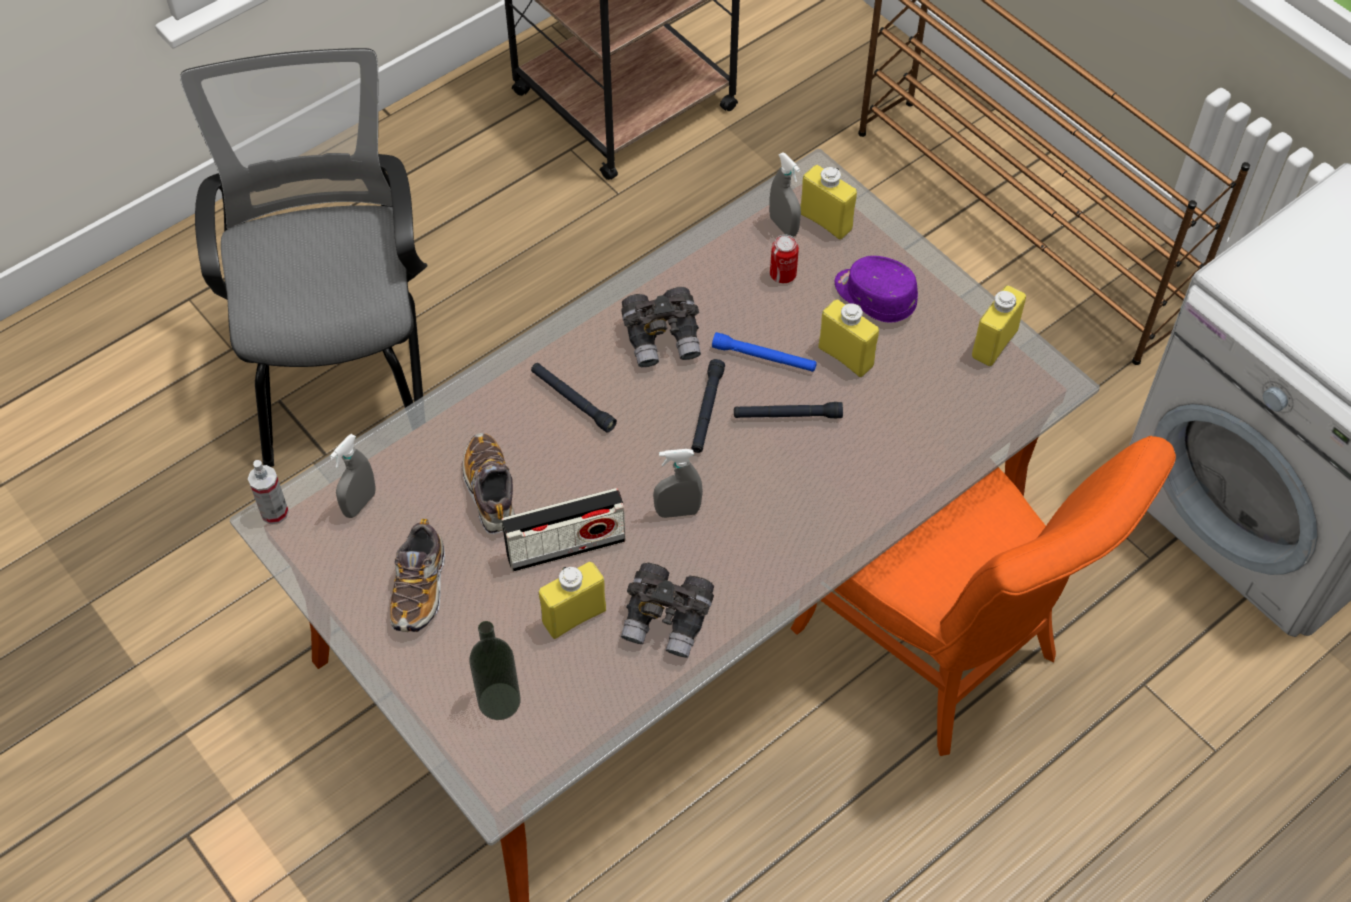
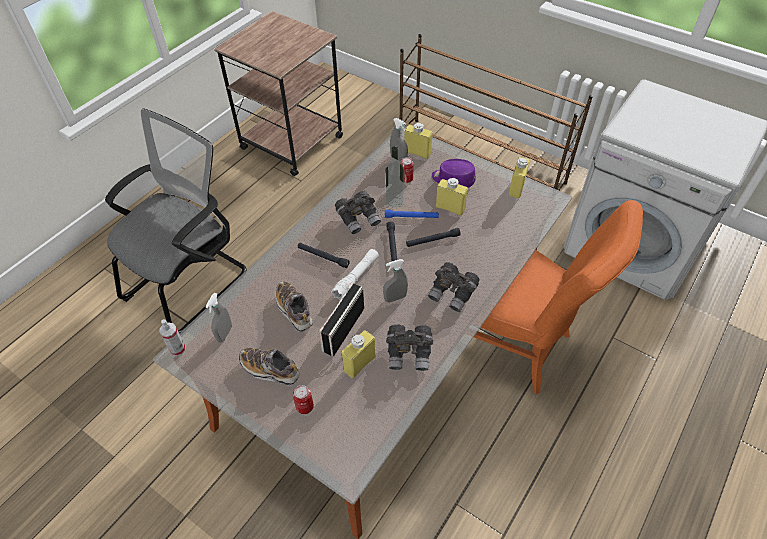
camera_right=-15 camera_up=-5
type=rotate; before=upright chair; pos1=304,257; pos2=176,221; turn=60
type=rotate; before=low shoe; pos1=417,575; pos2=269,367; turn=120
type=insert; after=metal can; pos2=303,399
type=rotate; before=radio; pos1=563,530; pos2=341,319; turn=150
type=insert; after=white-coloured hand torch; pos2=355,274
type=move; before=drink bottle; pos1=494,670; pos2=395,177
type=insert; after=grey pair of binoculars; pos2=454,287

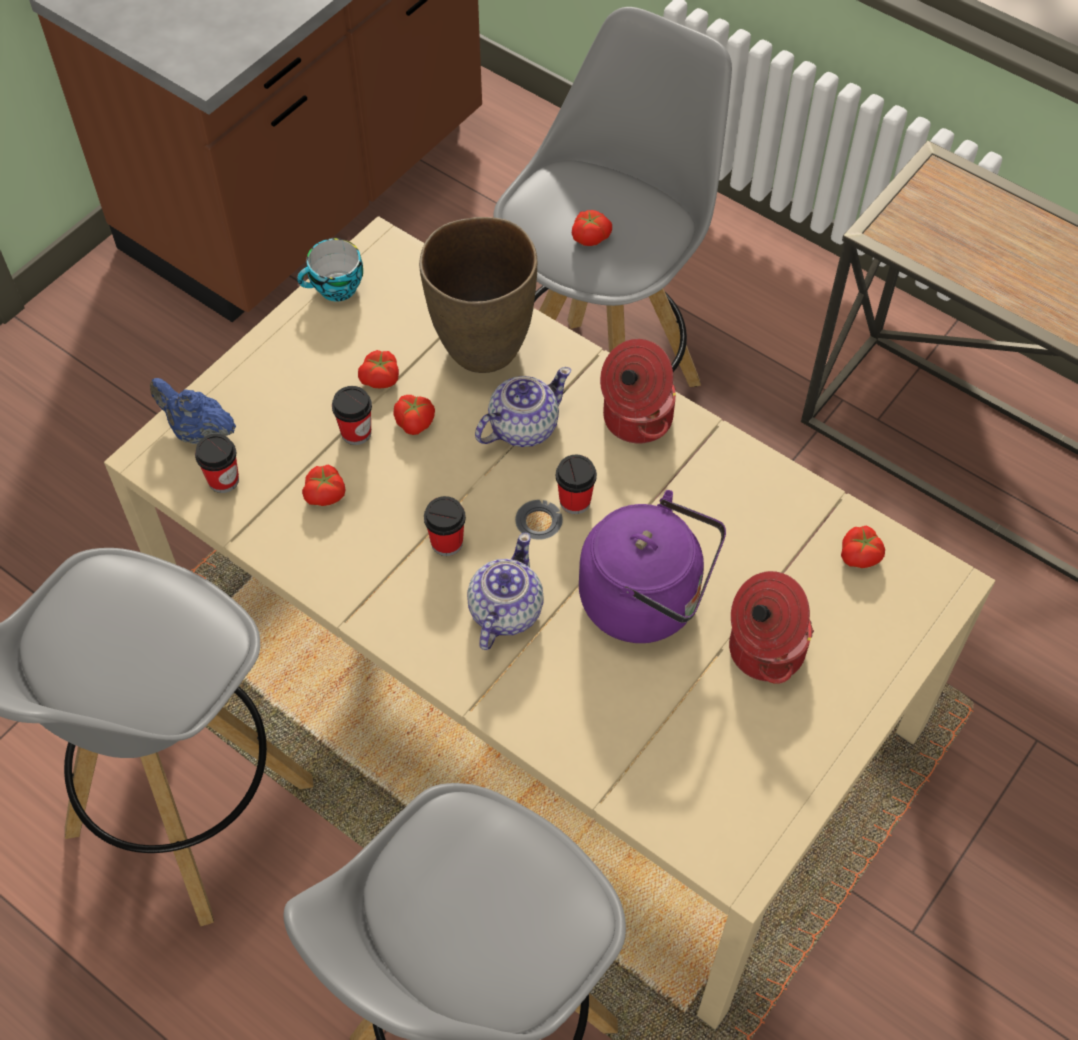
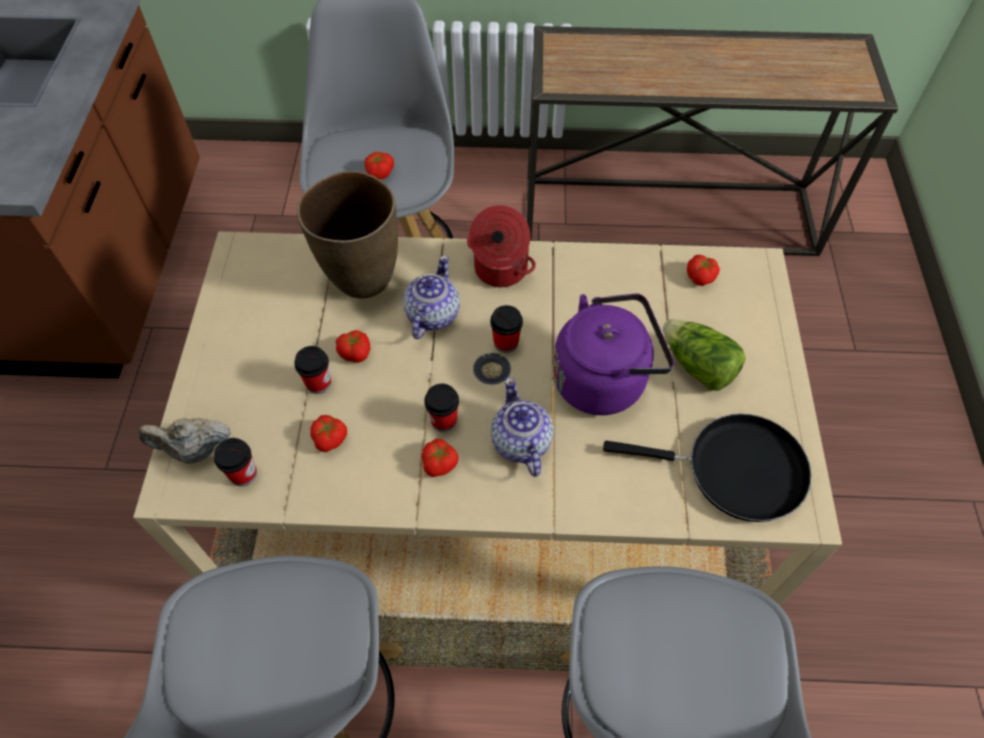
camera_right=-35 camera_up=0
type=recolor; before=bluish teapot; after=beige-coloured teapot; pos1=193,411; pos2=184,441
type=move; before=tomato; pos1=378,369; pos2=440,457
type=insert; after=blackish pan; pos2=707,468
type=replace; before=cooking pot; after=lettuce head; pos1=771,627; pos2=704,355
type=delete; before=cup; pos1=330,269

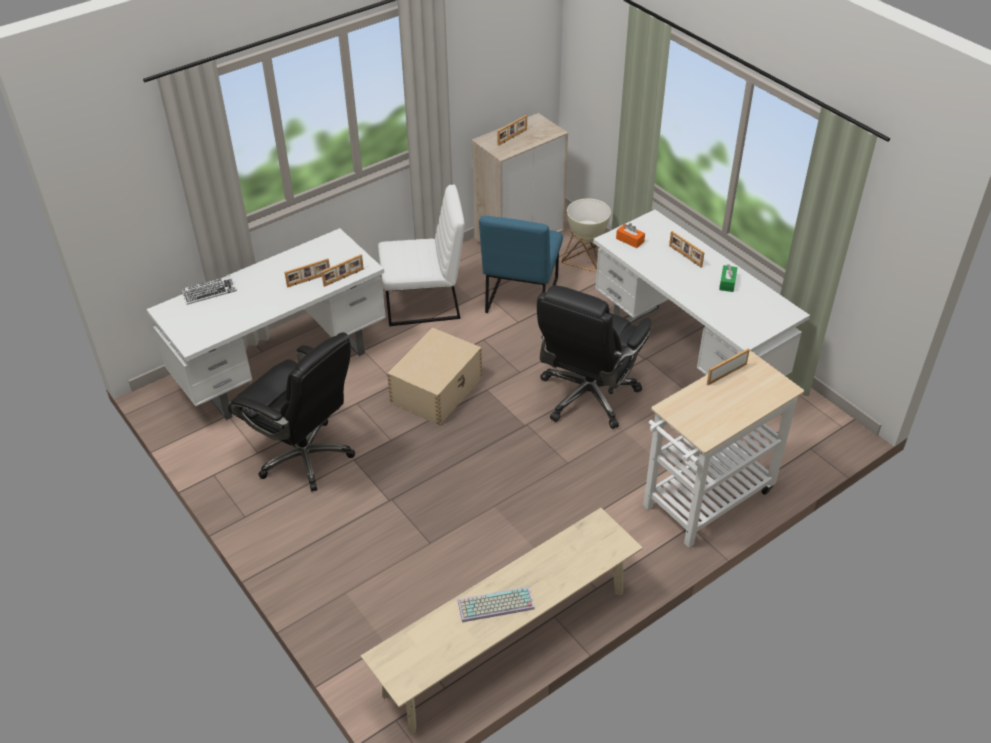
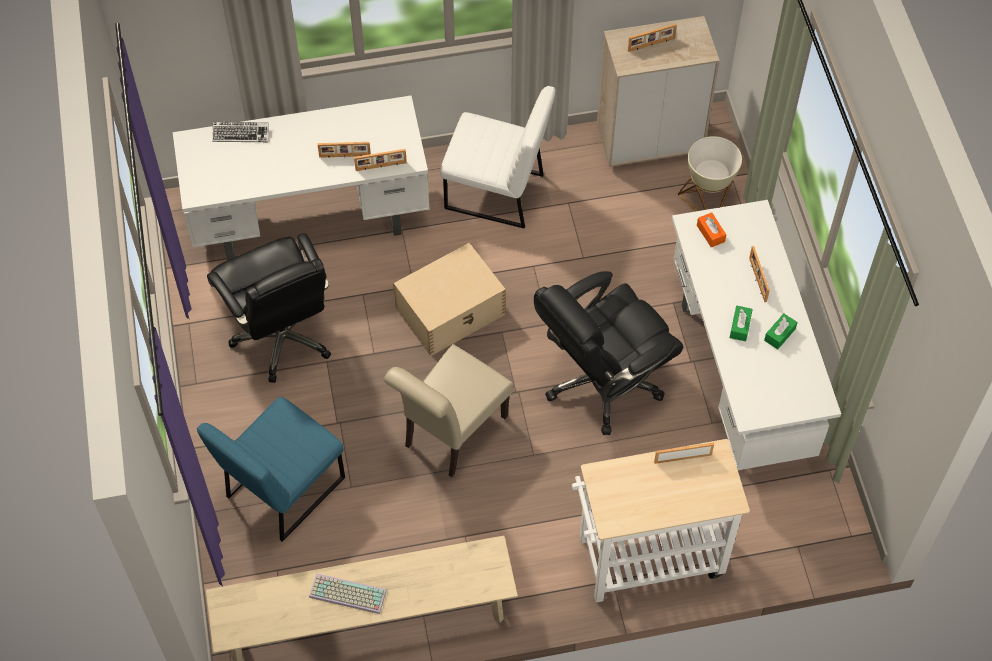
camera_right=25 camera_up=15
type=move; before=bluish upright chair; pos1=521,264; pos2=271,469
type=insert; after=beige-coloured upright chair; pos2=448,410
type=insert; after=green-coloured tissue holder; pos2=741,323

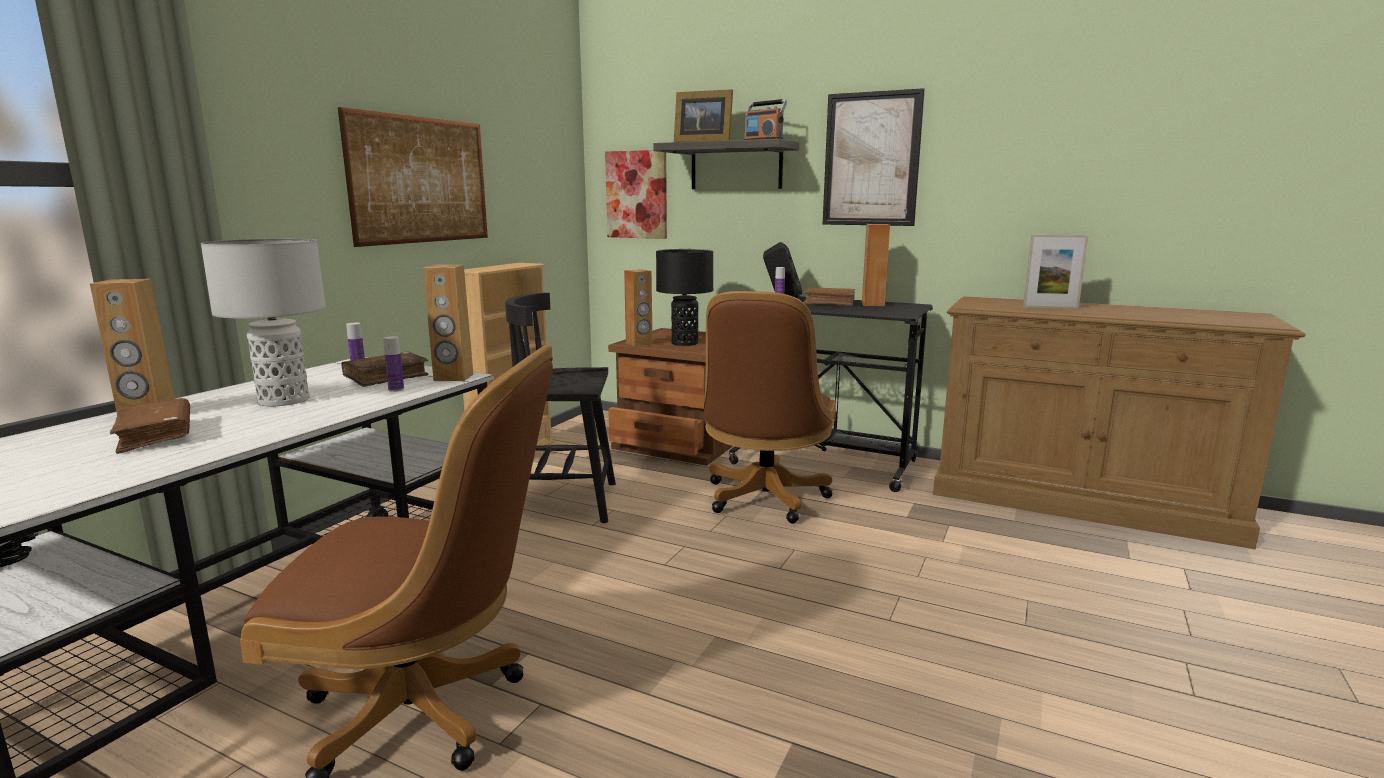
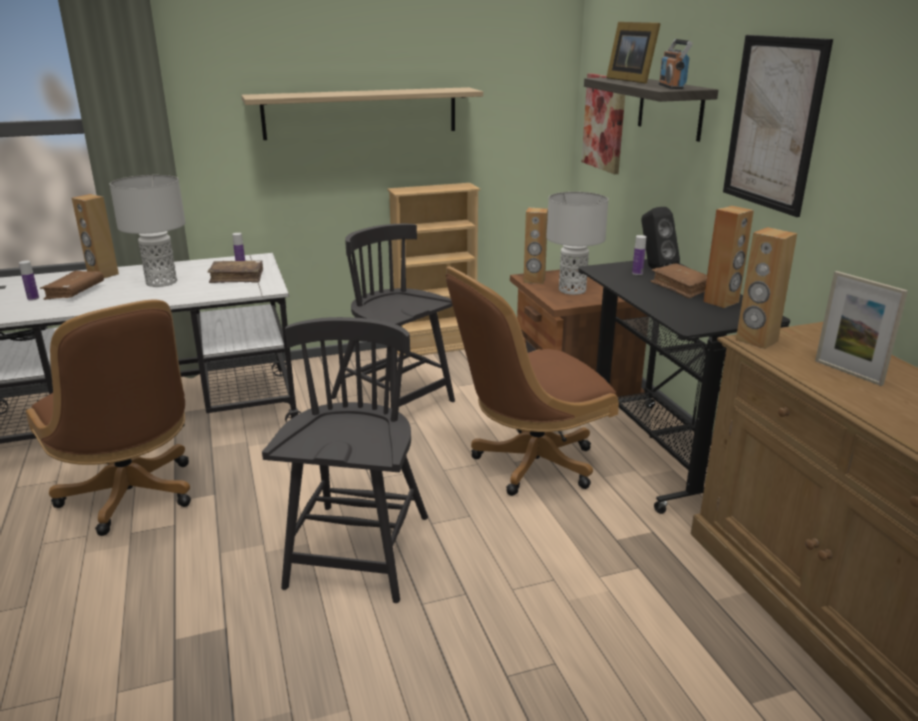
camera_right=45 camera_up=10
type=move; before=drink bottle; pos1=393,364; pos2=29,280
type=replace; before=wall picture; after=wall shelf; pos1=413,177; pos2=362,113
type=insert; after=blackish upright chair; pos2=345,460
type=recolor; before=blackish lamp for a table; after=white-coloured lamp for a table; pos1=684,297; pos2=577,243
type=move; before=brownish speaker; pos1=448,323; pos2=766,288

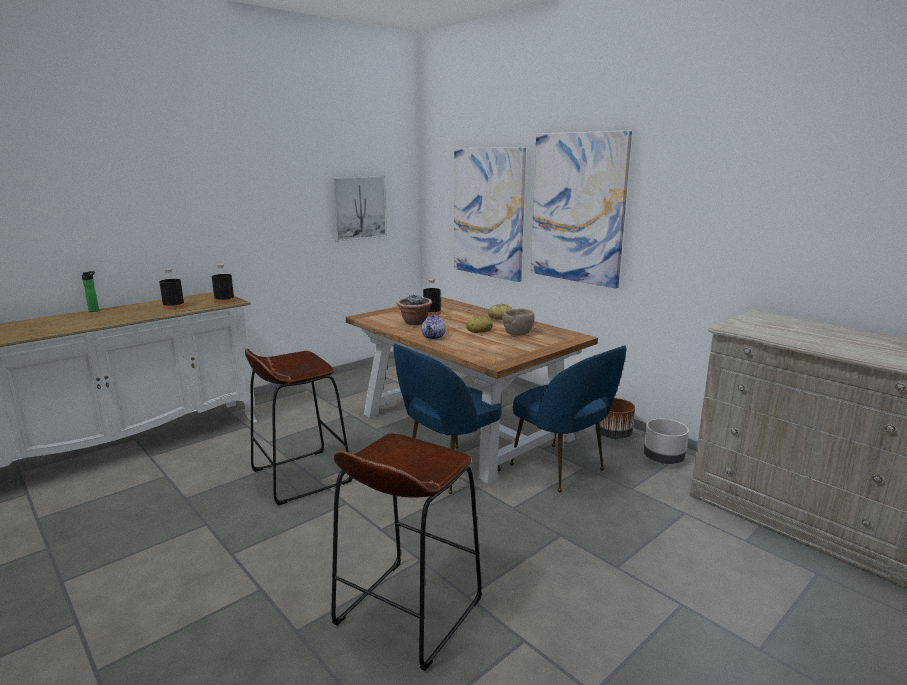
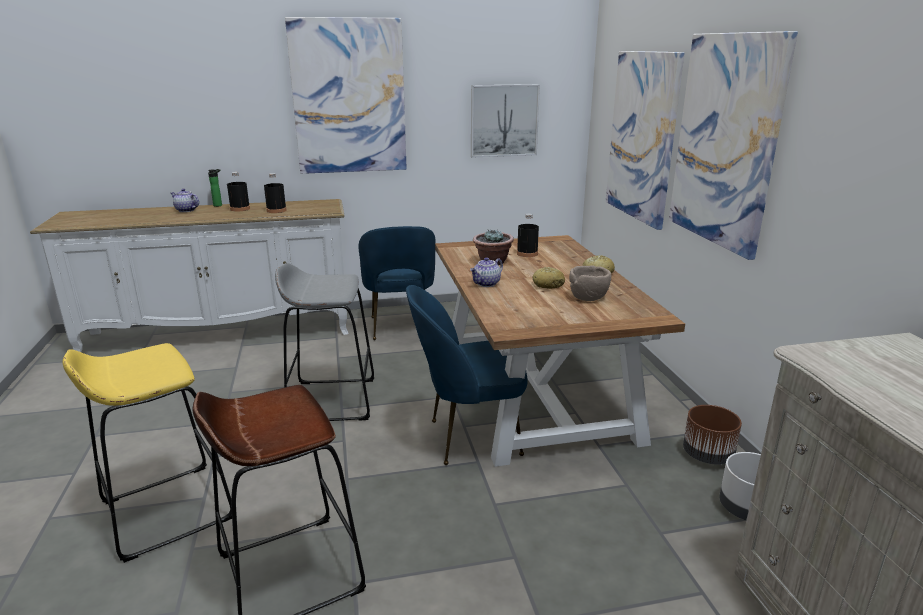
camera_right=30 camera_up=5
type=insert; after=yellow-coloured sitting stool; pos2=147,453
type=insert; after=teapot; pos2=185,200
type=move; before=blackish drink bottle; pos1=223,283; pos2=238,191
type=recolor; before=brownish sitting stool; after=grey sitting stool; pos1=299,426; pos2=324,342
type=insert; after=wall picture; pos2=346,95
type=move; before=bluish upright chair; pos1=568,418; pos2=397,283

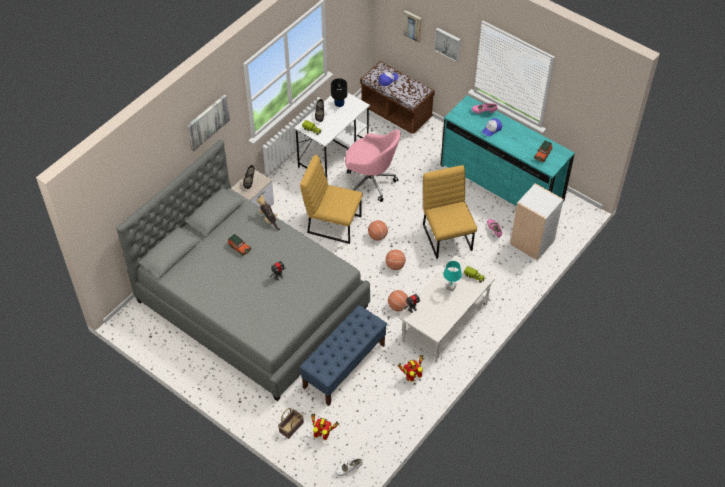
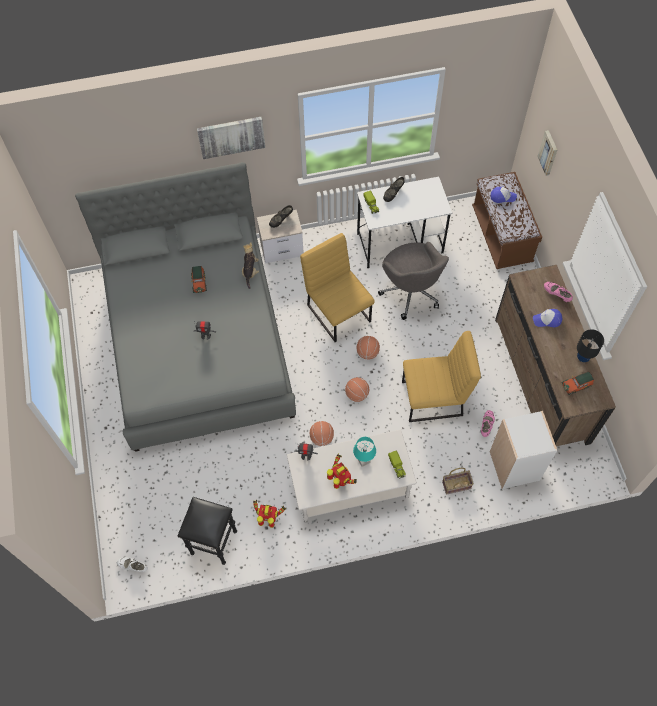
camera_right=40 camera_up=10
type=insert; after=blackish sitting stool; pos2=207,531
type=move; before=toy robot; pos1=325,426; pos2=342,471
type=recolor; before=pink computer chair; after=grey computer chair; pos1=373,165; pos2=413,281
type=rotate; before=yellow-coloured upright chair; pos1=450,212; pos2=441,376; turn=60
type=move; before=basket; pos1=291,423; pos2=458,481
type=recolor; before=blue-green chest of drawers; after=brownish chest of drawers; pos1=507,150; pos2=555,355
type=move; before=blackish lamp for a table; pos1=339,92; pos2=590,345
type=delete; before=bluish indoor bench; pos1=343,355
type=delete; before=wall picture; pos1=447,44

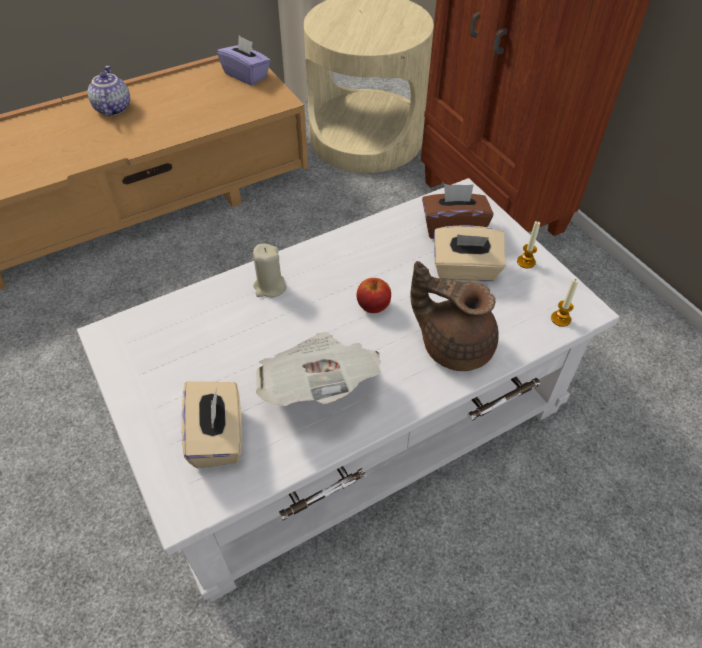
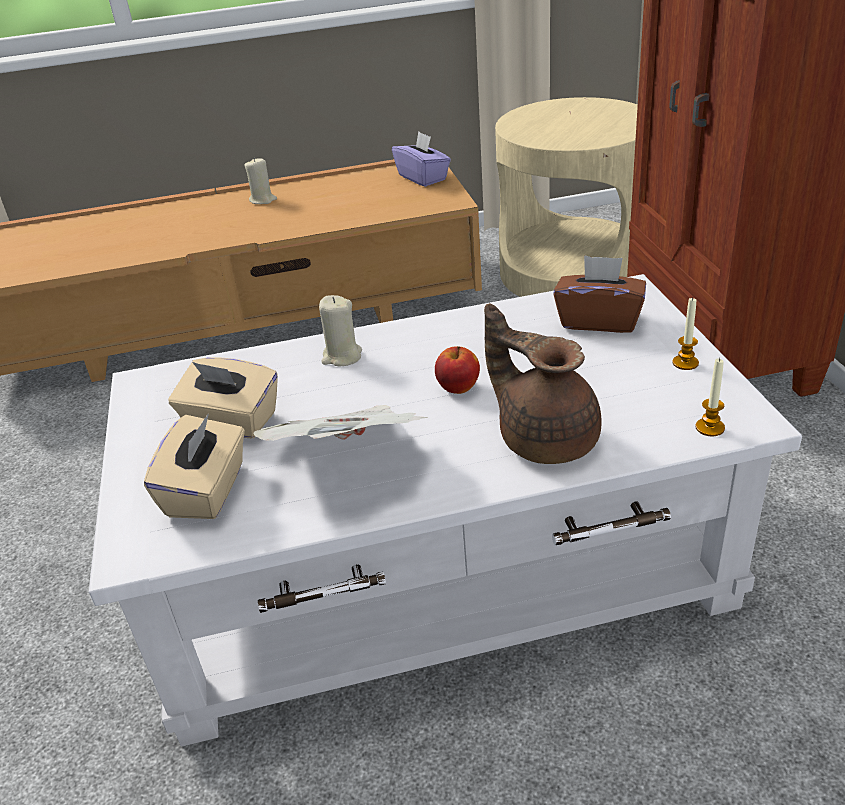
camera_right=20 camera_up=-15
type=move; before=beige-coloured tissue holder; pos1=469,254; pos2=223,397
type=replace; before=teapot; after=beige-coloured wax light; pos1=109,91; pos2=260,180

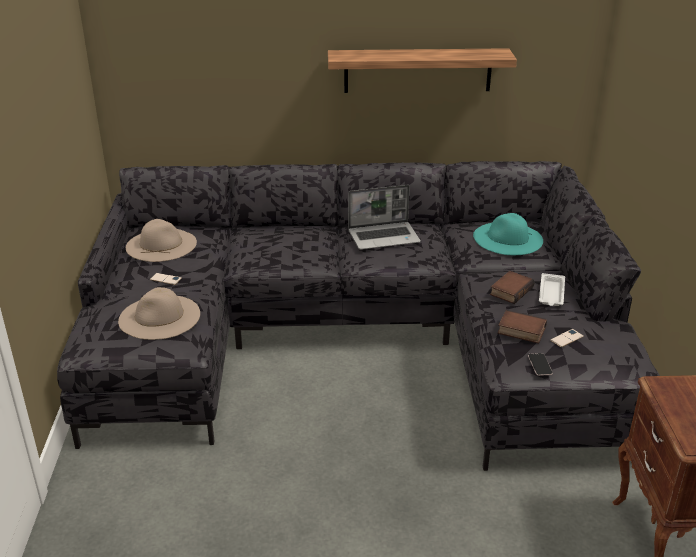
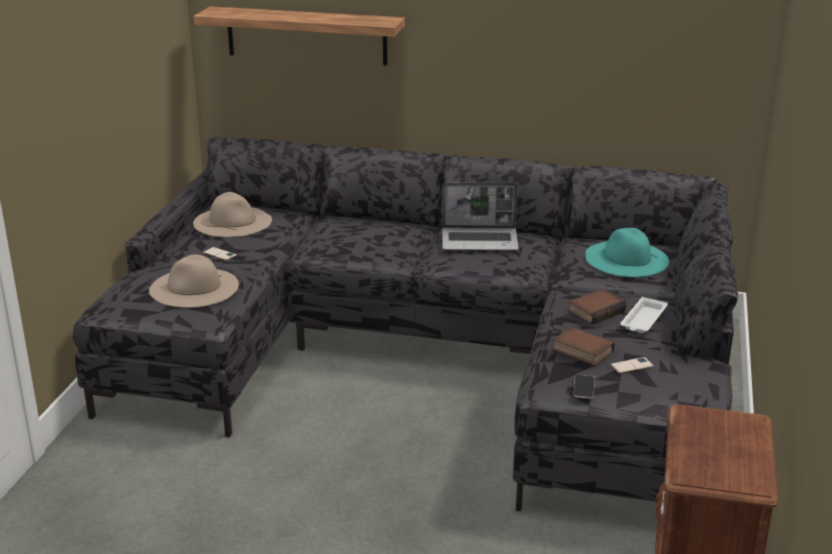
camera_right=15 camera_up=-5
type=move; before=wall shelf; pos1=422,70; pos2=299,35

